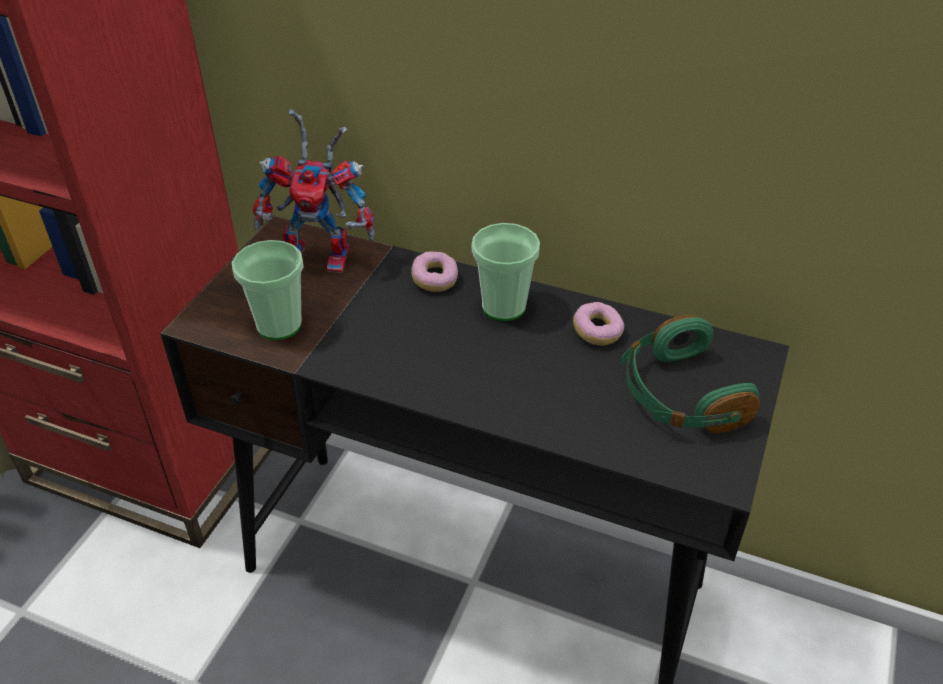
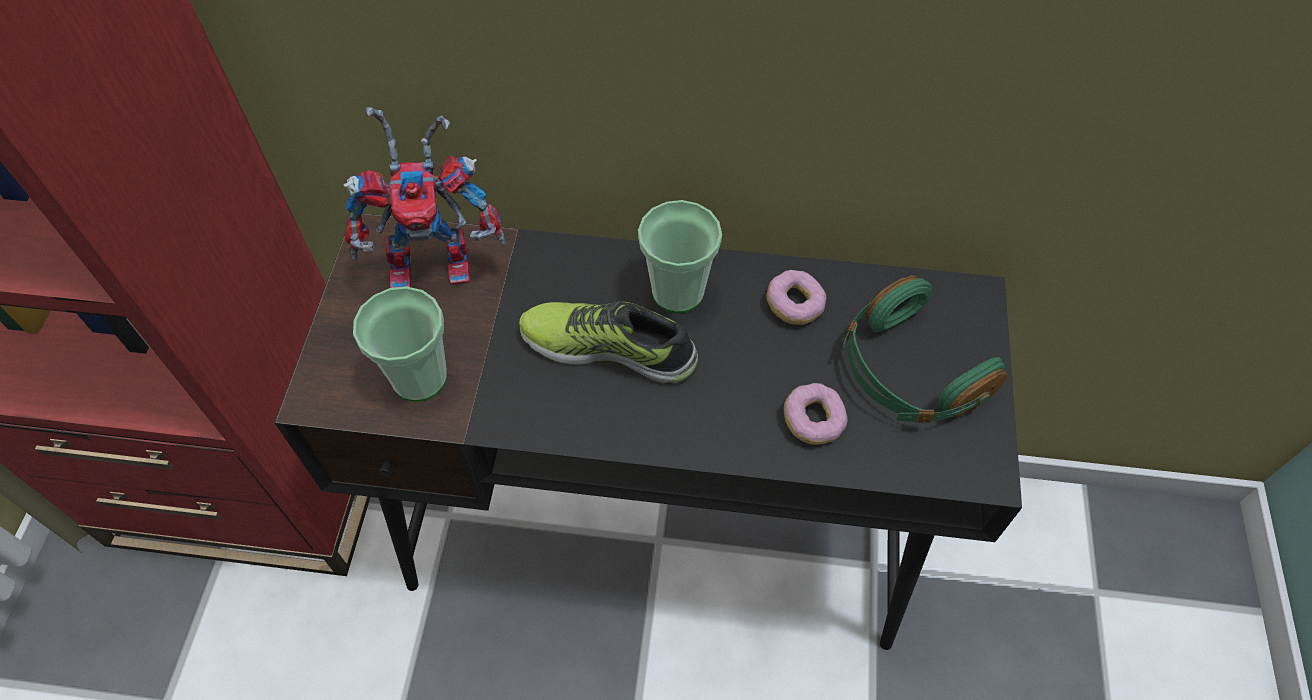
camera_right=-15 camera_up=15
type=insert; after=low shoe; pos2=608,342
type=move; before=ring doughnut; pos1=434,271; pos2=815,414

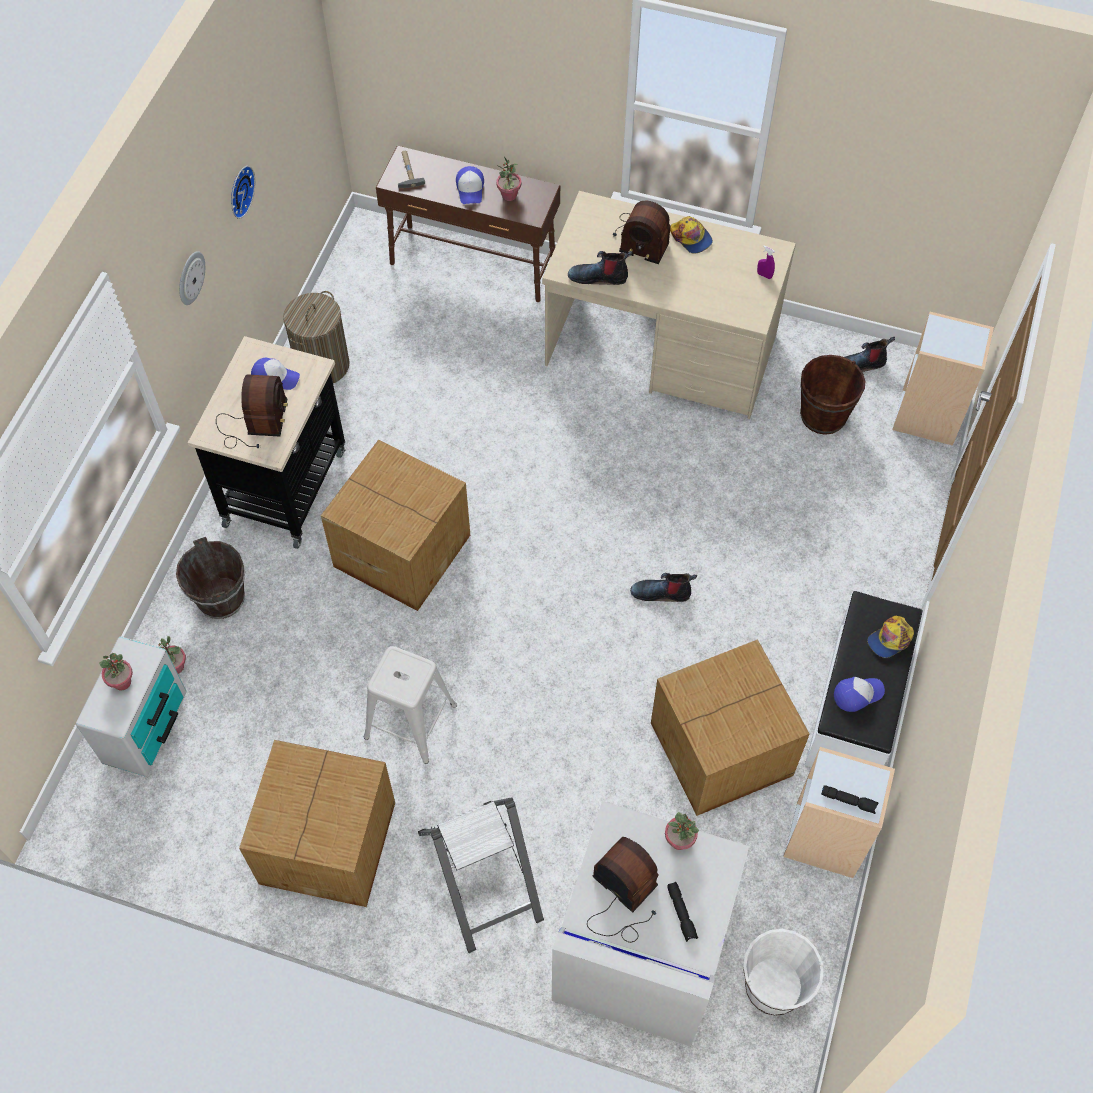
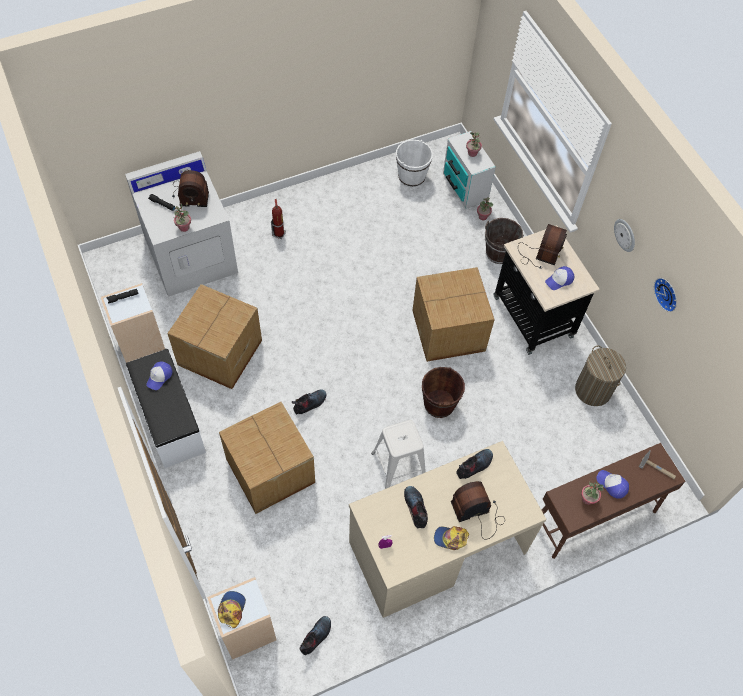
camera_right=135 camera_up=0
type=move; before=cap; pos1=890,637; pos2=232,609
type=move; before=packing box; pos1=317,823; pos2=267,458
type=replace; before=grey stepladder; after=extinguisher; pos1=481,875; pos2=278,219
type=move; before=white-coloured sitting stool; pos1=410,705; pos2=398,454
type=move; before=white-coloured bucket; pos1=783,972; pos2=414,163
type=insert; after=boot; pos2=416,507
type=move; before=brownish bucket; pos1=833,395; pos2=443,392
type=rotate; before=radio; pos1=252,411; pos2=542,246; turn=-120

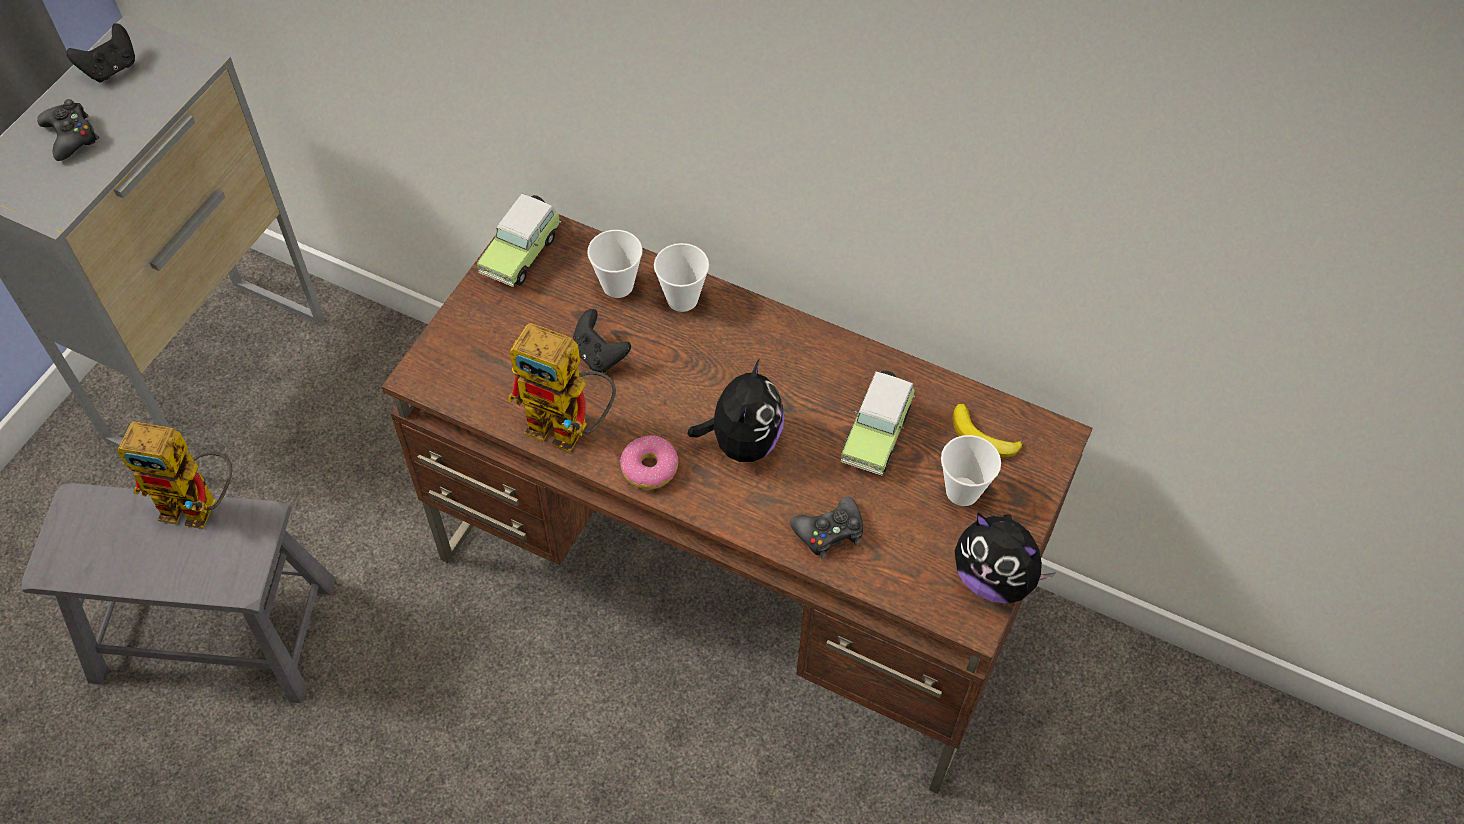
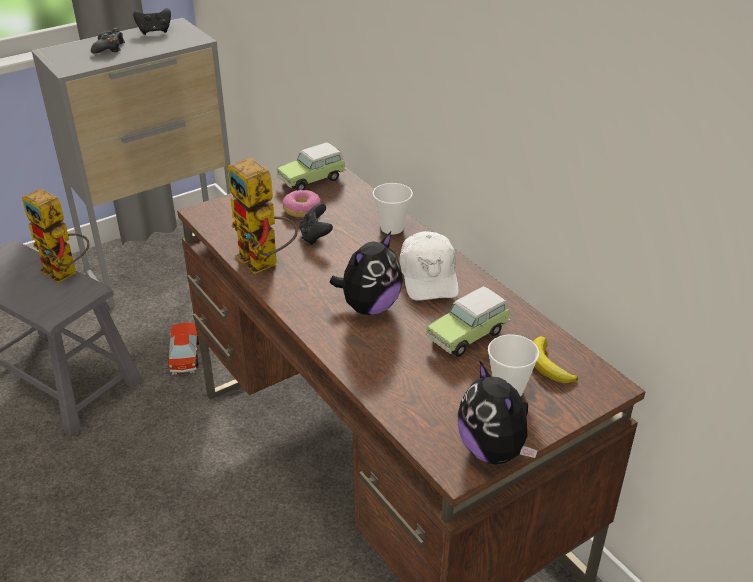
camera_right=30 camera_up=-20
type=insert; after=miniature car; pos2=183,348
type=move; before=ring doughnut; pos1=649,462; pos2=302,203
type=insert; after=white-coloured cap; pos2=429,266
type=delete; before=cup; pos1=614,264
type=delete; before=blackish gamepad; pos1=826,527

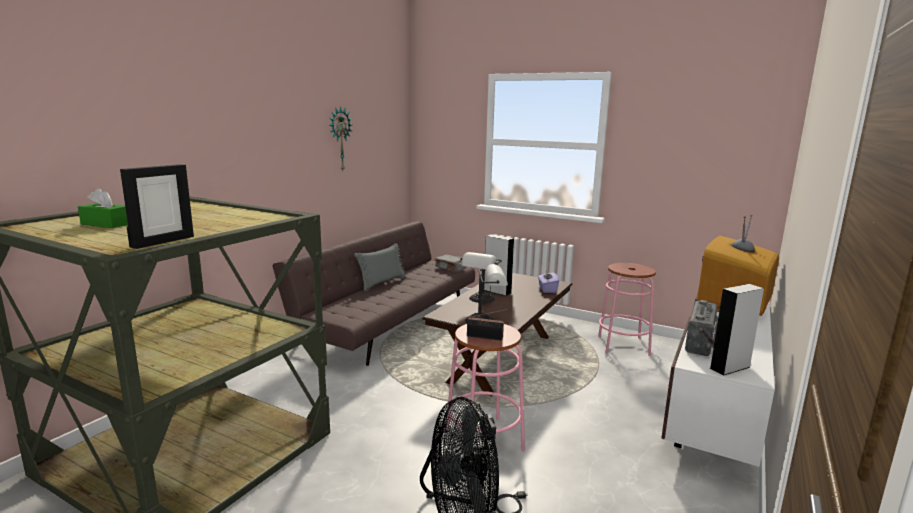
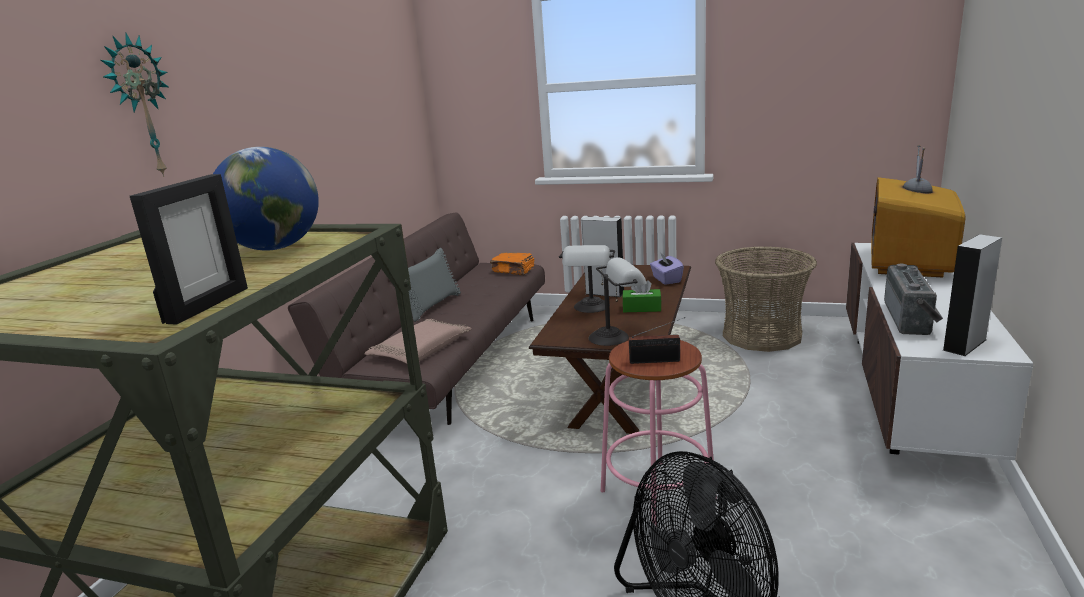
camera_right=-10 camera_up=5
type=move; before=hanging clock; pos1=340,138; pos2=134,104
type=insert; after=world globe; pos2=266,199
type=insert; after=beige-coloured pillow; pos2=418,341
type=recolor; before=grey volume; after=orange-coloured volume; pos1=450,263; pos2=512,263
type=move; before=green-coloured tissue holder; pos1=103,208; pos2=641,296
type=replace; before=pink sitting stool; after=basket; pos1=627,309; pos2=766,299

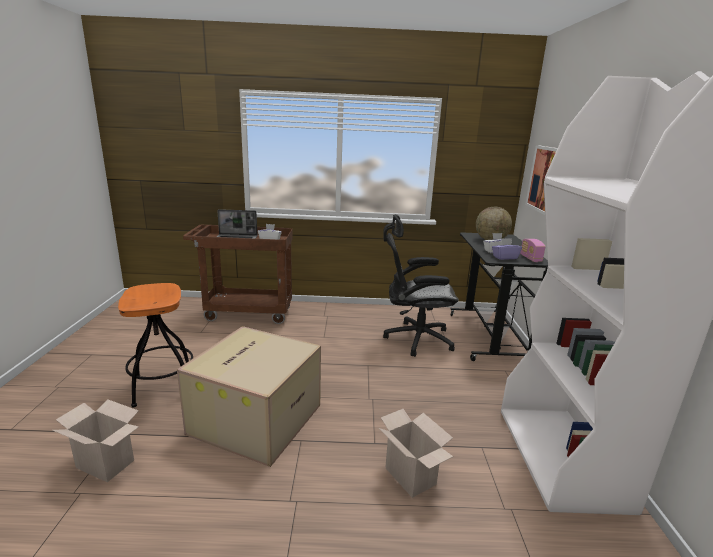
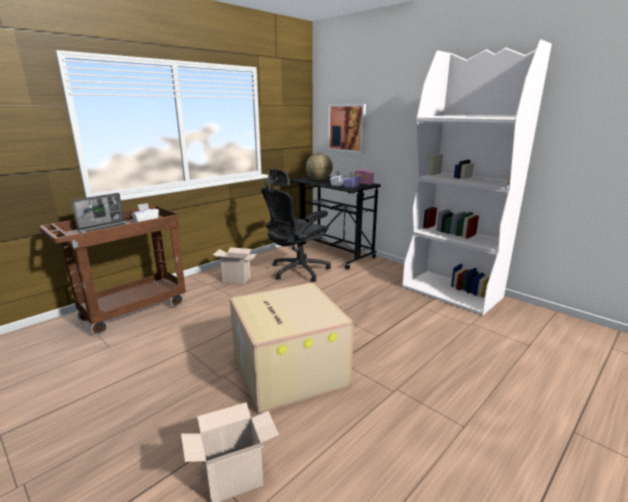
camera_right=-45 camera_up=0
type=move; before=packing box; pos1=416,453; pos2=235,265
type=delete; before=orange-coloured sitting stool; pos1=155,345

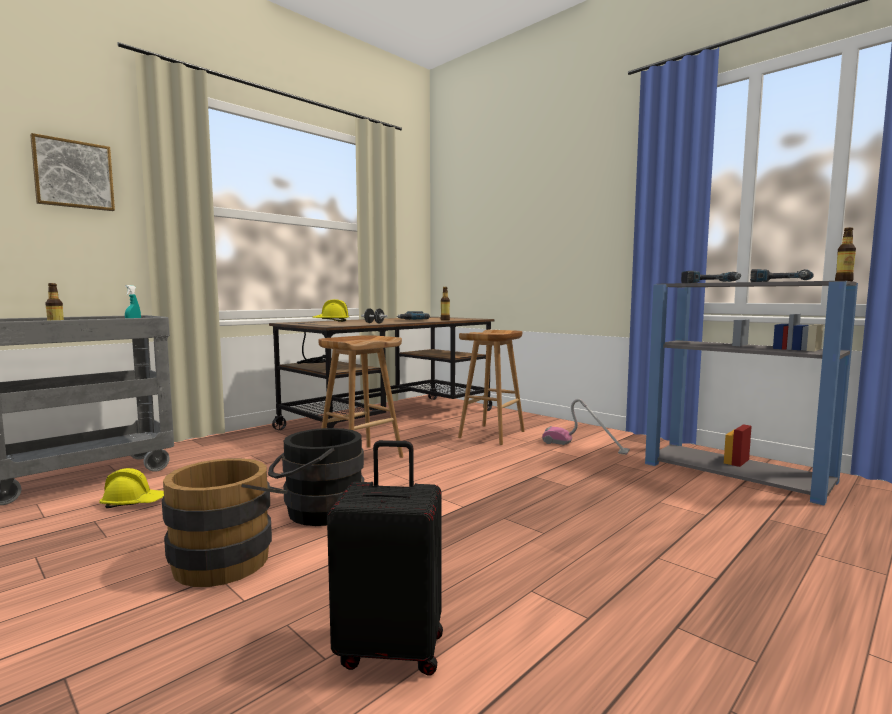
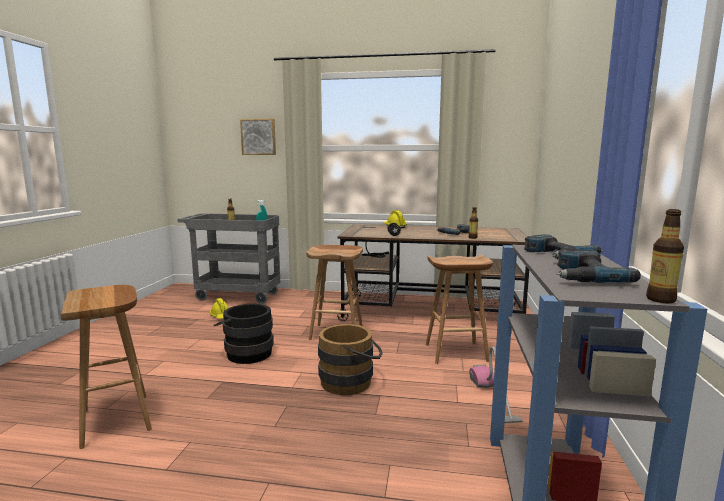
camera_right=55 camera_up=5
type=replace; before=blackish piece of luggage; after=brownish sitting stool; pos1=385,558; pos2=106,367
type=move; before=brownish bucket; pos1=225,522; pos2=350,359

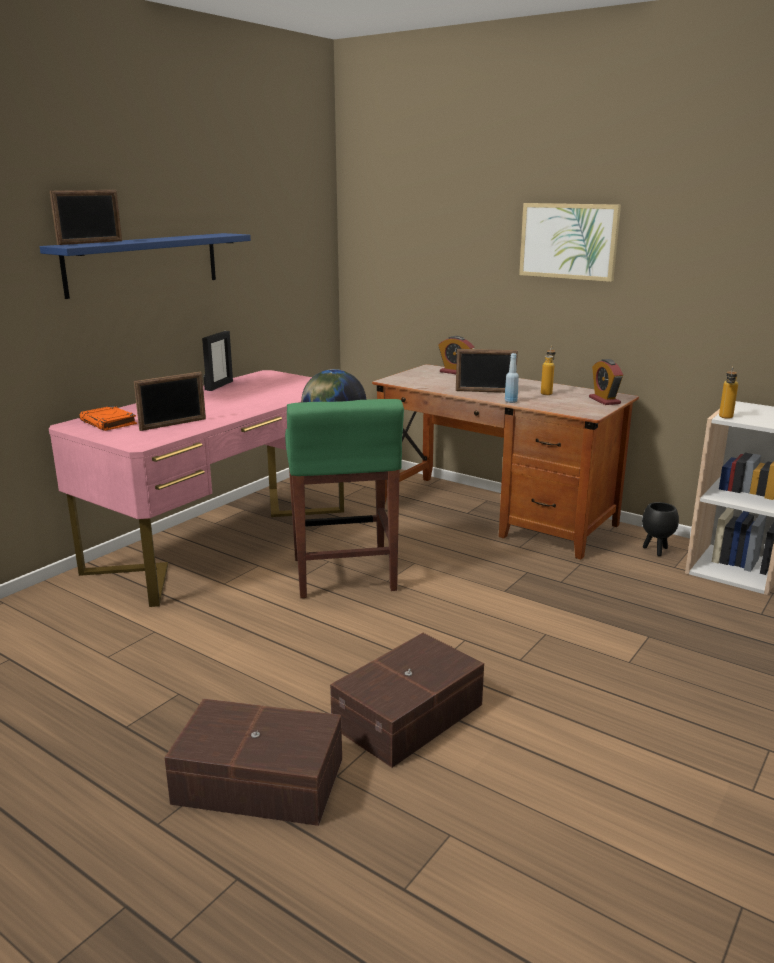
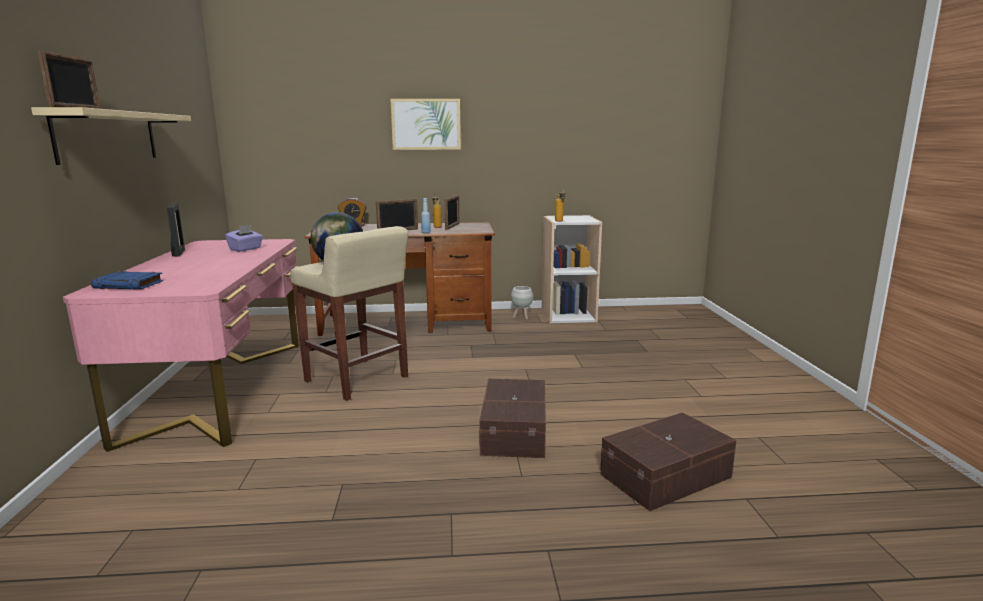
camera_right=-40 camera_up=-5
type=recolor; before=bluish wall shelf; after=beige-coloured wall shelf; pos1=145,266; pos2=111,136
type=recolor; before=orange-coloured volume; after=bluish volume; pos1=108,418; pos2=127,280
type=insert; after=purple tissue holder; pos2=244,238
type=recolor; before=green-coloured sitting stool; after=beige-coloured sitting stool; pos1=344,498; pos2=349,313
type=move; before=picture frame; pos1=170,401; pos2=452,212
type=recolor; before=blackish planter; after=white-coloured planter; pos1=660,529; pos2=522,303
type=move; before=brownish storage box; pos1=253,762; pos2=668,461
type=delete; before=table clock; pos1=606,382

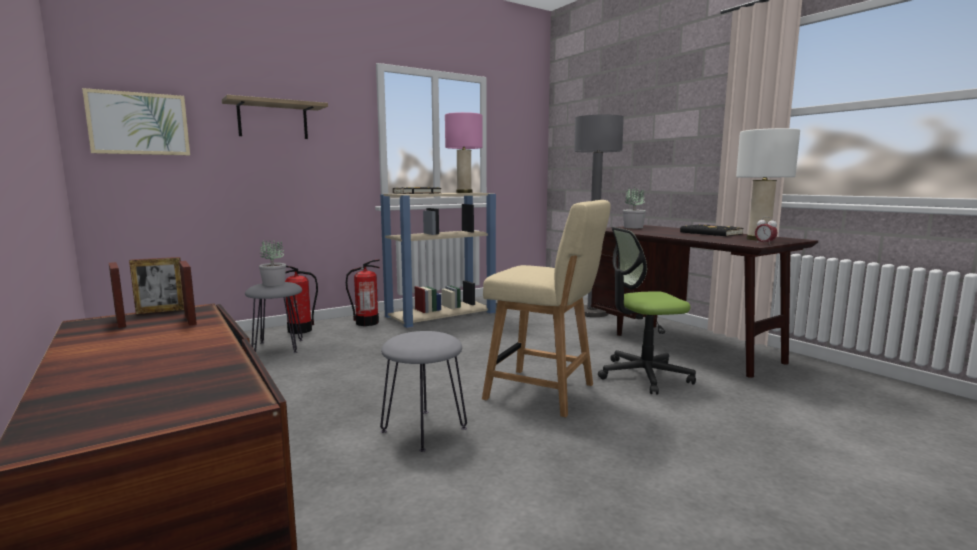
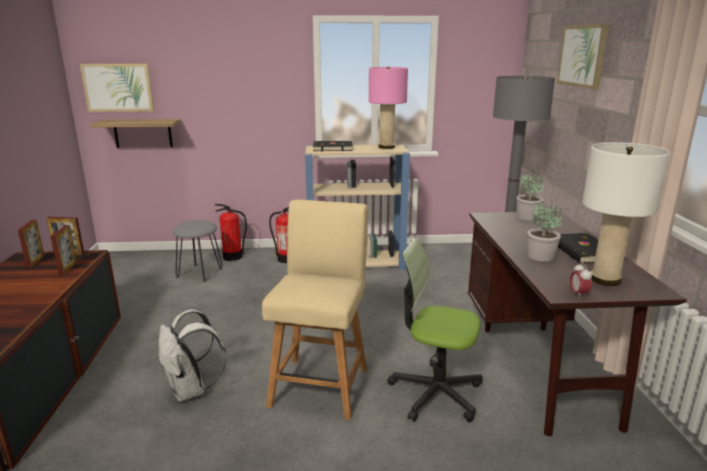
camera_right=30 camera_up=10
type=move; before=wall shelf; pos1=275,117; pos2=135,133
type=replace; before=grey sitting stool; after=white-coloured backpack; pos1=423,391; pos2=193,355
type=rotate; before=beige-coloured upright chair; pos1=546,308; pos2=315,310; turn=-135
type=move; before=plant in a pot; pos1=272,263; pos2=544,231
type=insert; after=wall picture; pos2=583,56

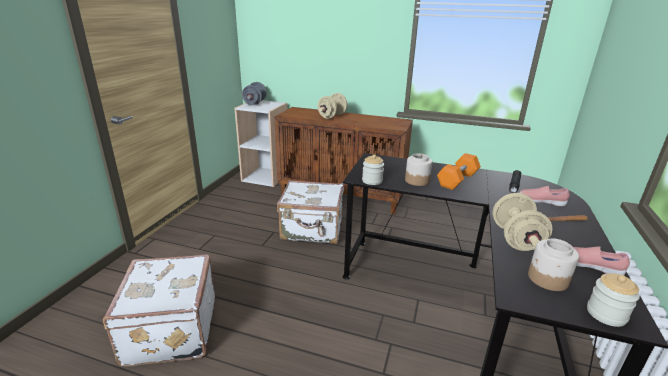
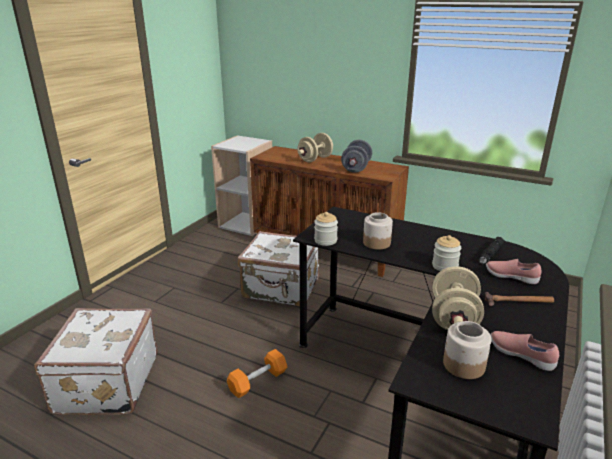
camera_right=10 camera_up=0
type=move; before=orange-coloured free weight; pos1=459,171; pos2=257,373
type=move; before=grey free weight; pos1=254,94; pos2=356,156
type=move; before=preserve jar; pos1=613,300; pos2=446,253

